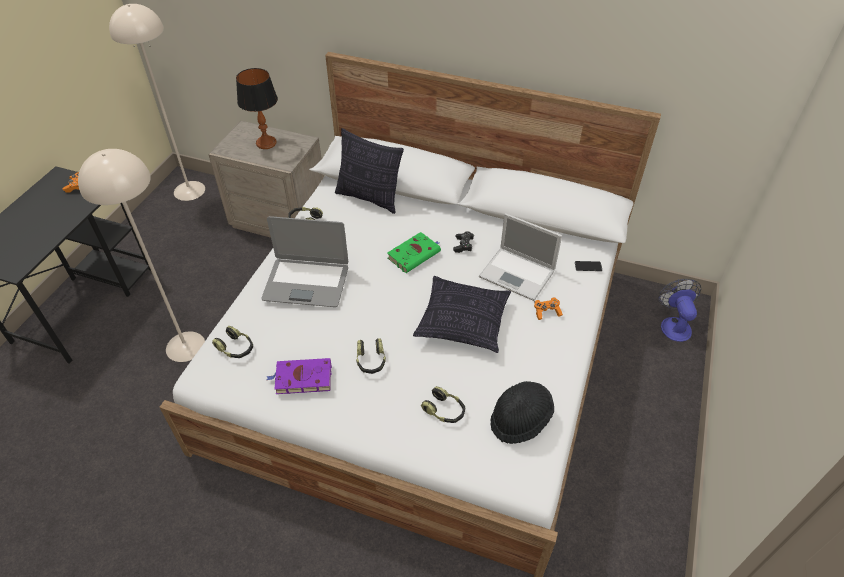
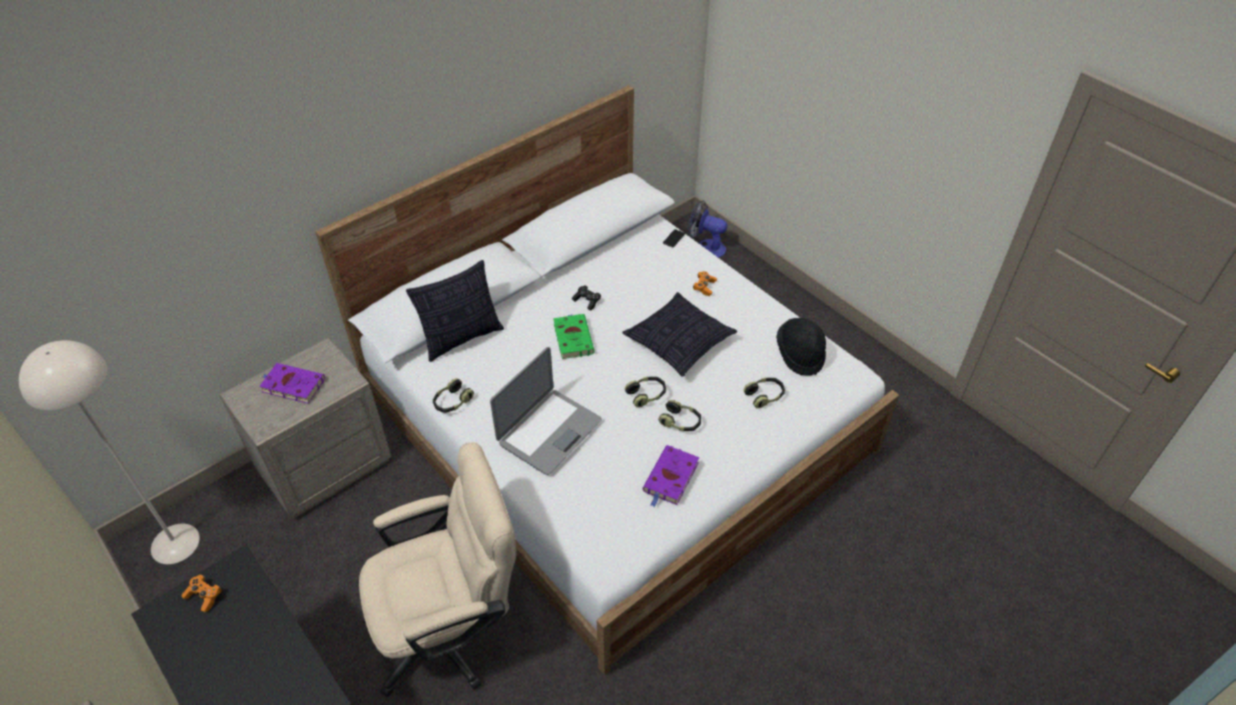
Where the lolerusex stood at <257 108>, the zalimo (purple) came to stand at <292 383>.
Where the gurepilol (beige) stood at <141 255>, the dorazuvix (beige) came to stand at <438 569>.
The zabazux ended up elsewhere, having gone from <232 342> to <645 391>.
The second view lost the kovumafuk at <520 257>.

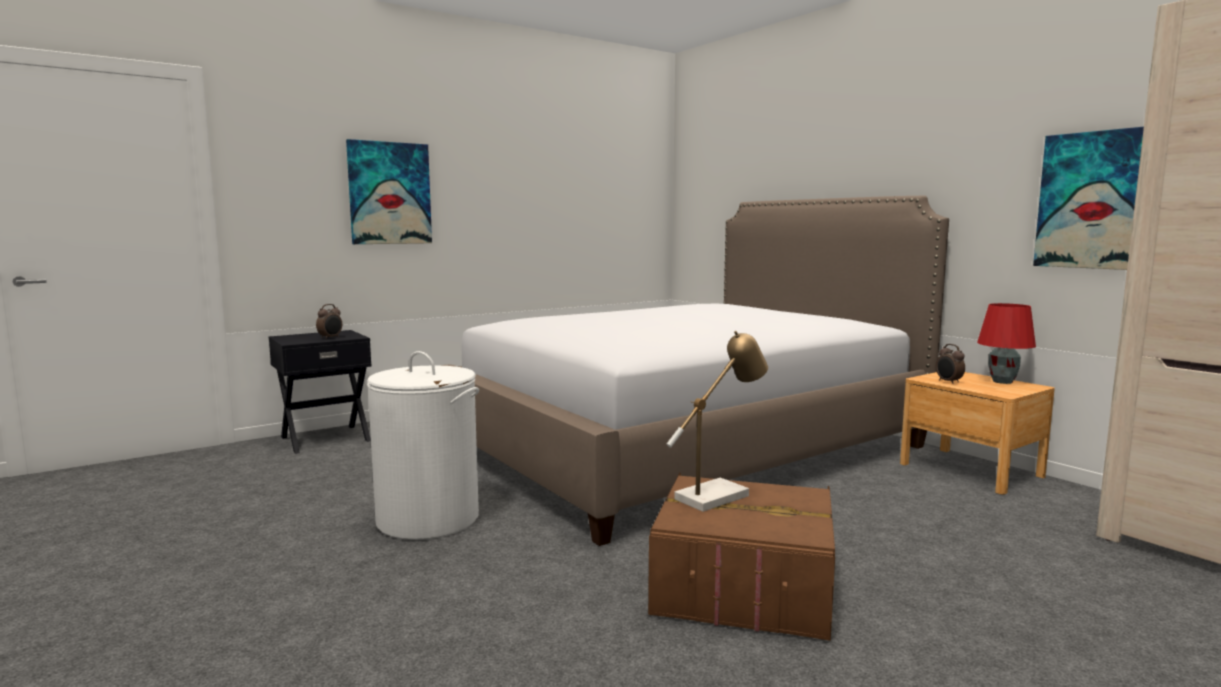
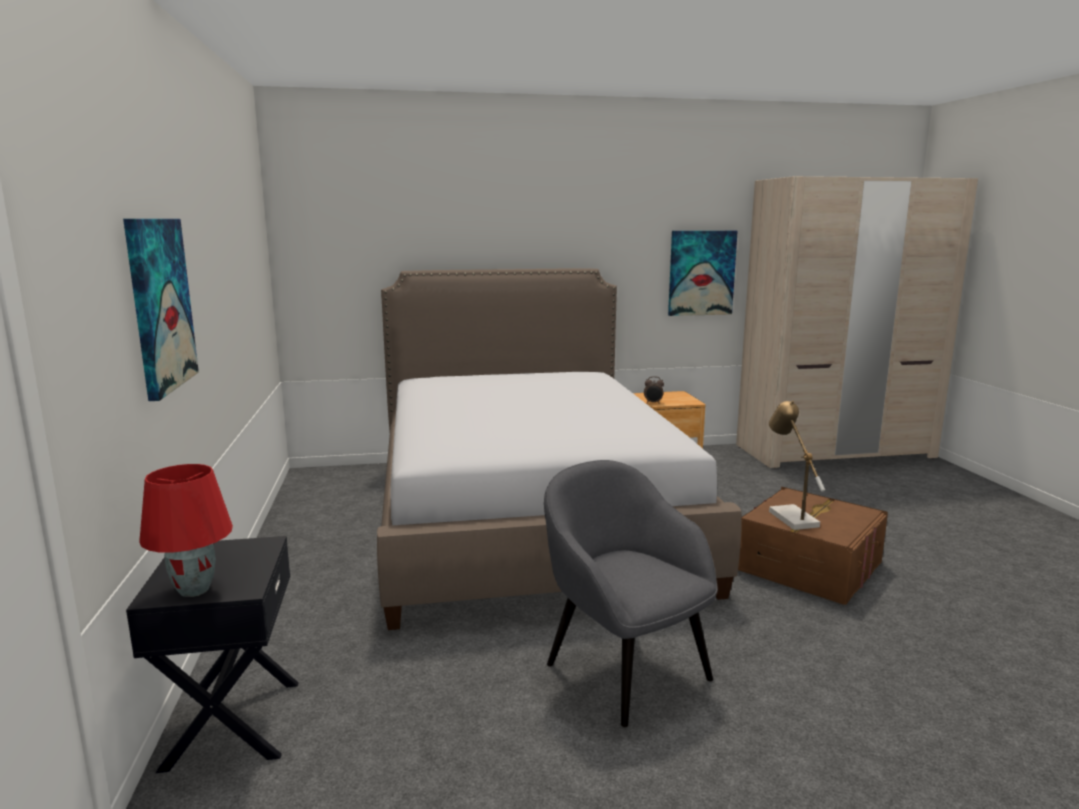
The lolerusex (red) ended up elsewhere, having gone from <1006 343> to <186 530>.
Where the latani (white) stood at <423 445>, the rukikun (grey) came to stand at <631 593>.
The second view lost the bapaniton at <329 321>.

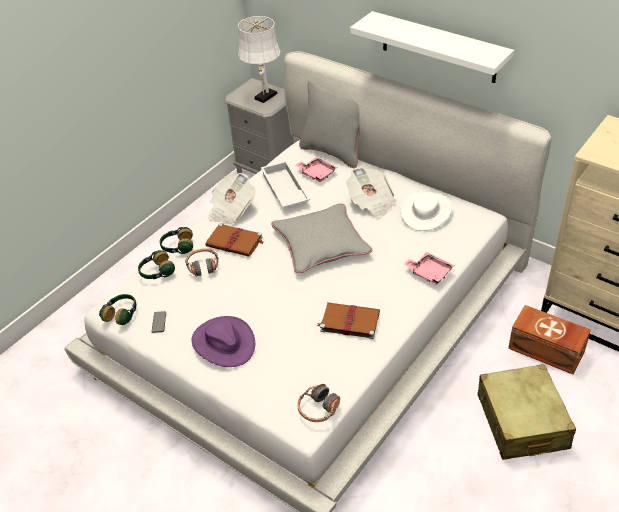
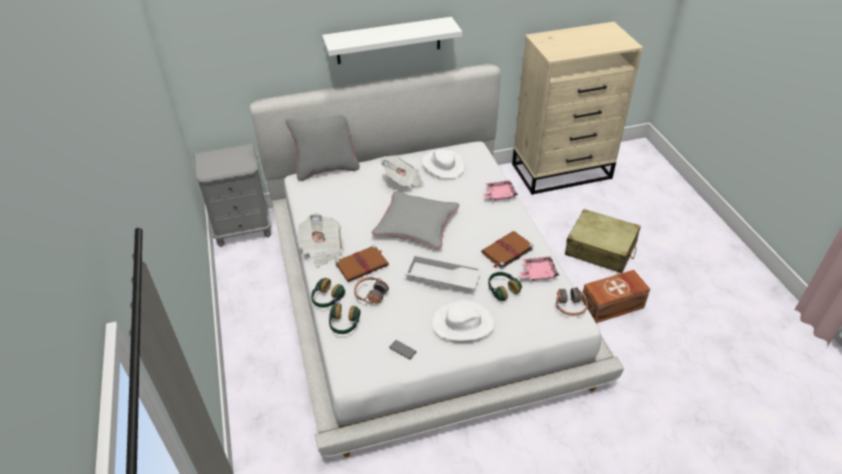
The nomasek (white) ended up elsewhere, having gone from <285 184> to <442 272>.
What was the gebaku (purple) at <223 341> turned into the gebaku (white) at <463 320>.
The zabazux ended up elsewhere, having gone from <117 309> to <505 286>.
The nomasek (pink) ended up elsewhere, having gone from <316 169> to <539 268>.
The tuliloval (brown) ended up elsewhere, having gone from <549 340> to <615 296>.
The second view lost the lolerusex (white) at <259 59>.

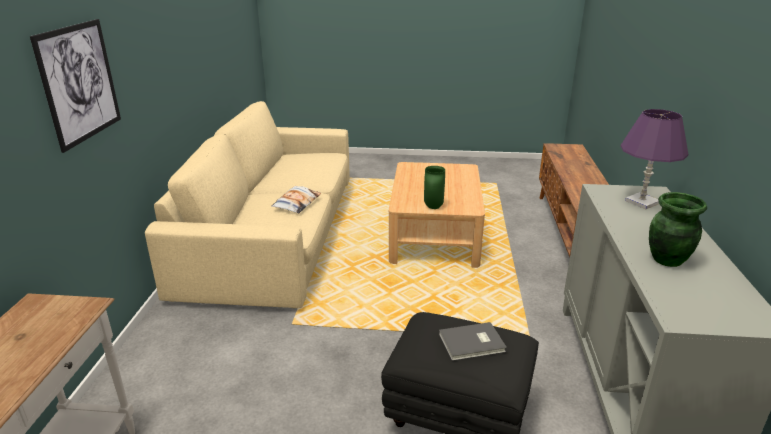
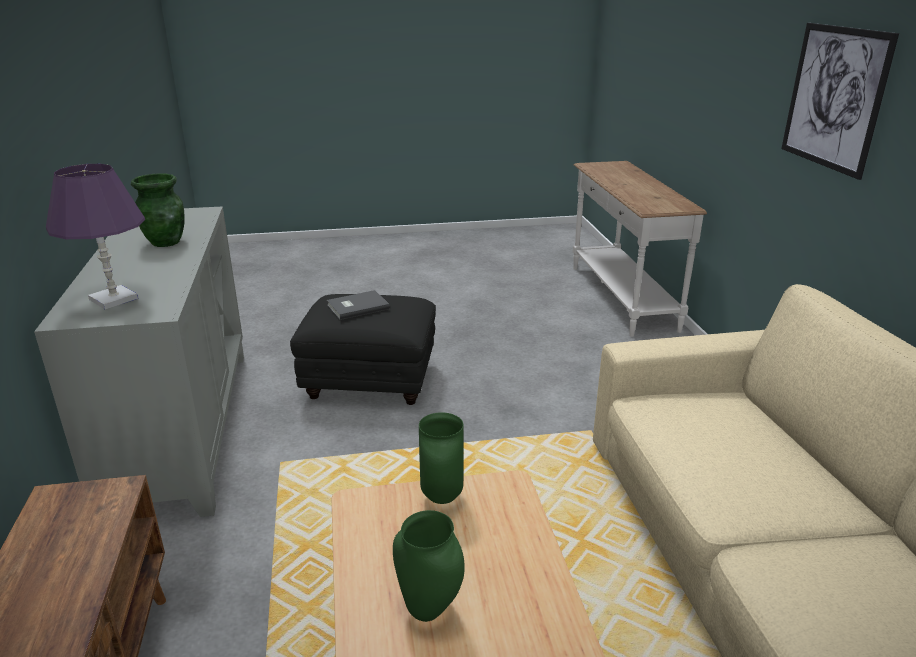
The second view gained the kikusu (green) at <429 566>.
The second view lost the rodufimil at <296 199>.

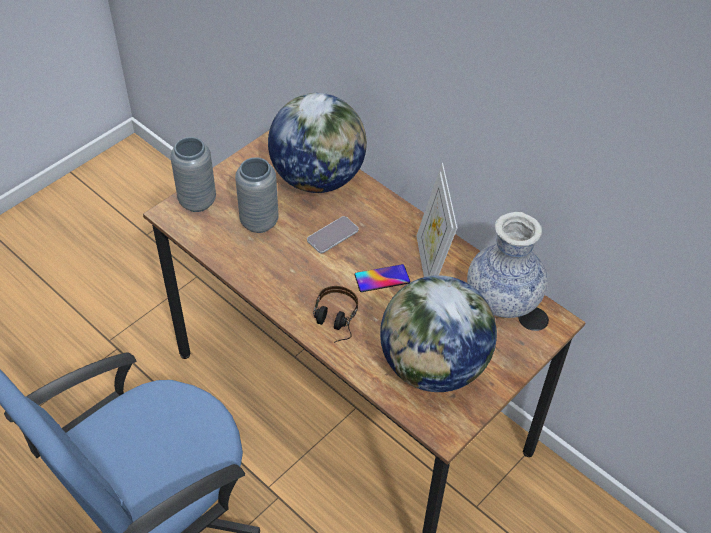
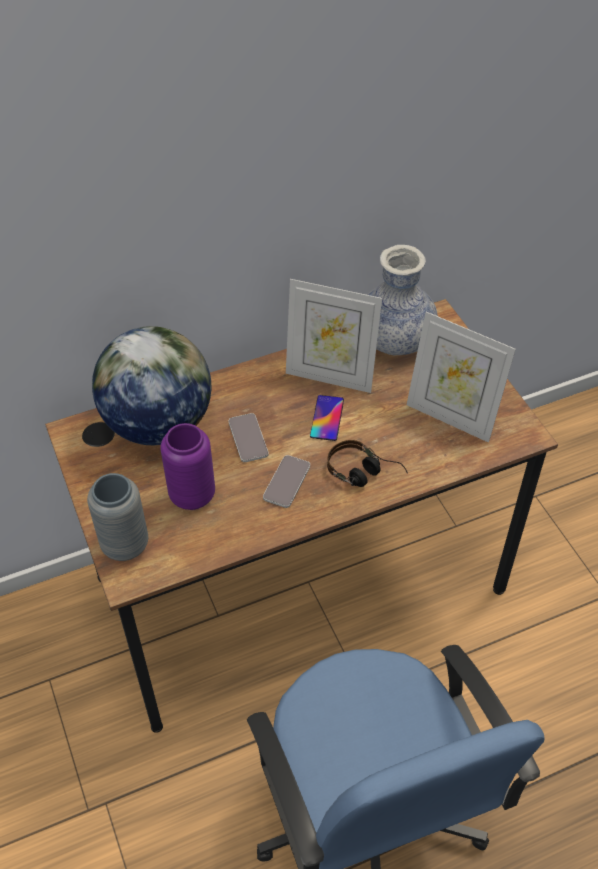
What was the kikusu (grey) at <257 195> turned into the kikusu (purple) at <187 466>.
The second view gained the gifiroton at <286 481>.
Where the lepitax stood at <438 333>, the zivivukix came to stand at <461 377>.

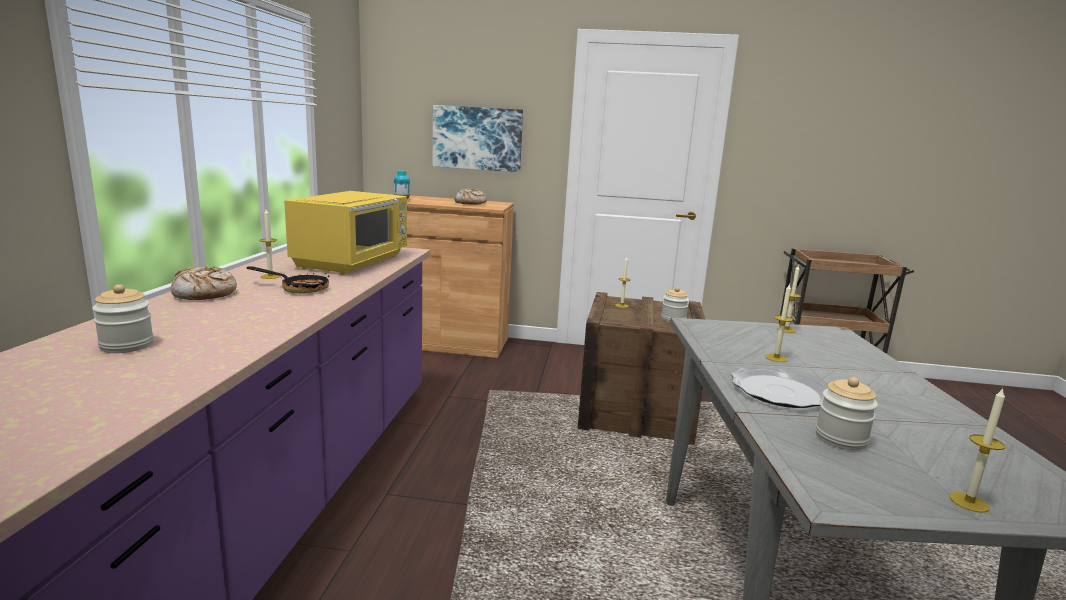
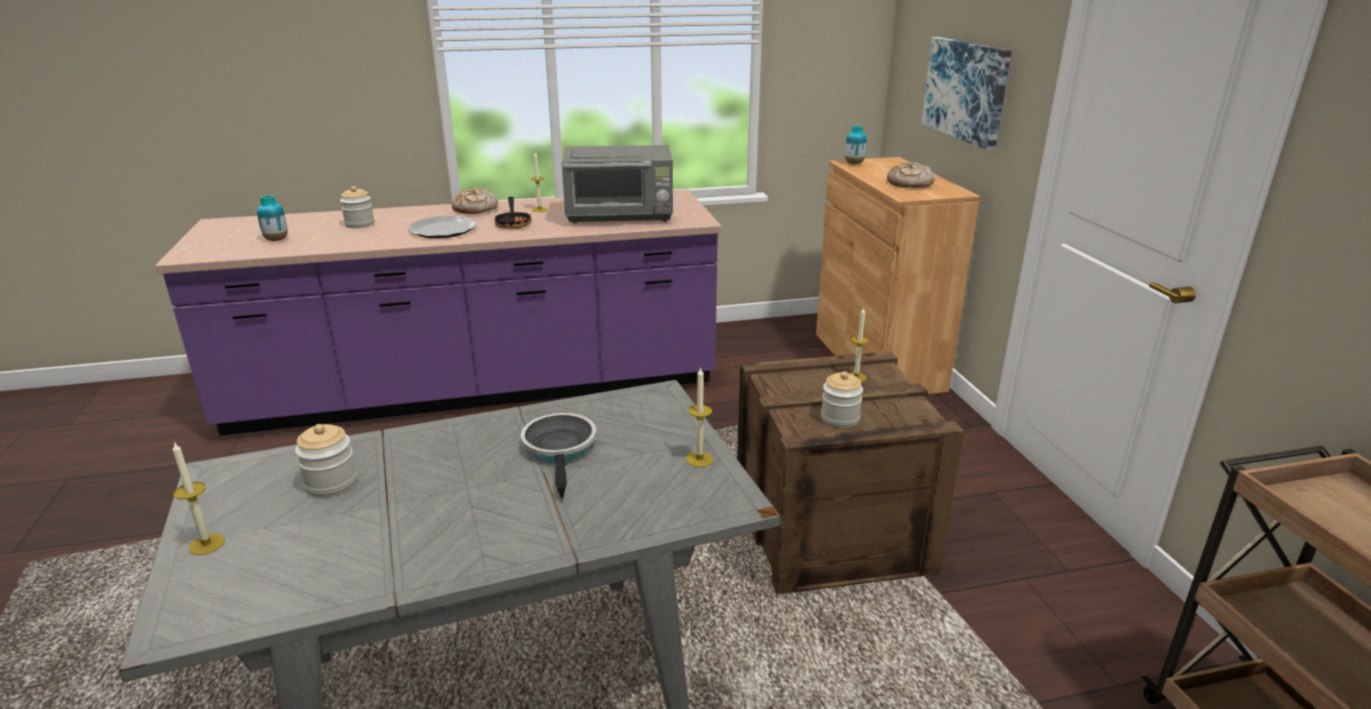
The second view gained the kikusu at <272 218>.
The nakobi ended up elsewhere, having gone from <779 387> to <442 227>.
Where the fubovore stood at <779 322>, the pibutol came to stand at <558 455>.
What was the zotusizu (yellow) at <345 233> turned into the zotusizu (grey) at <617 184>.

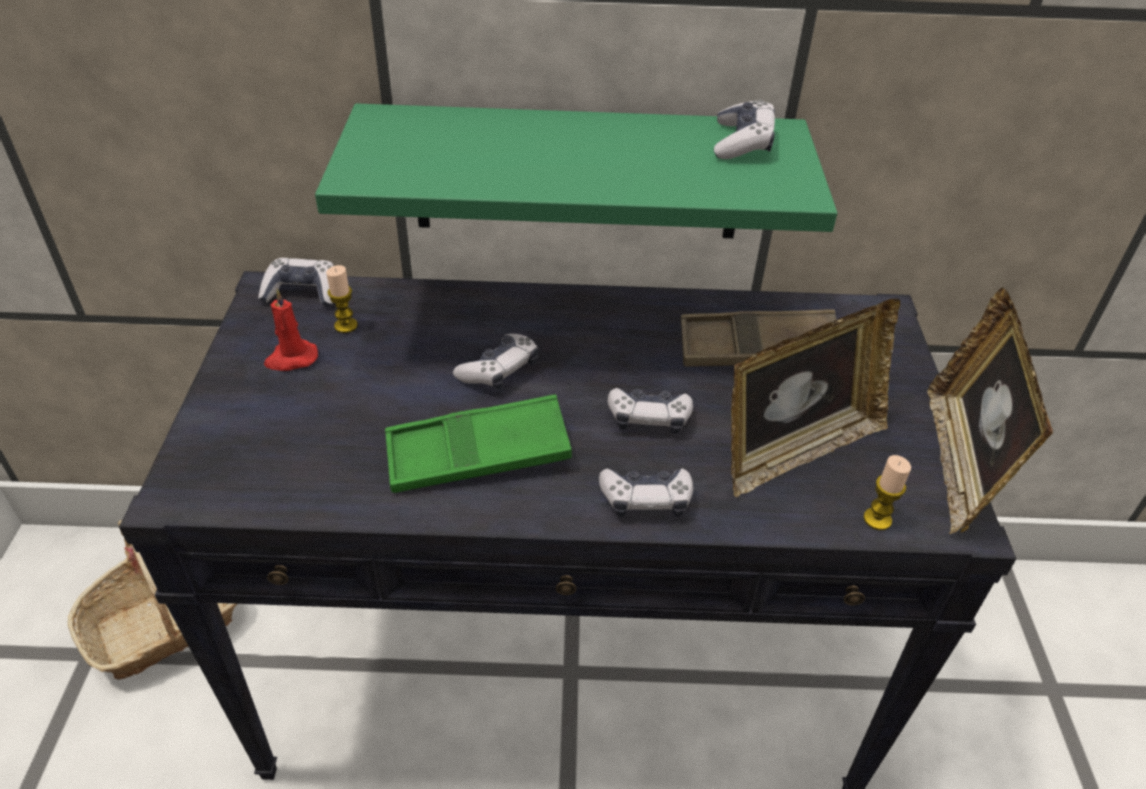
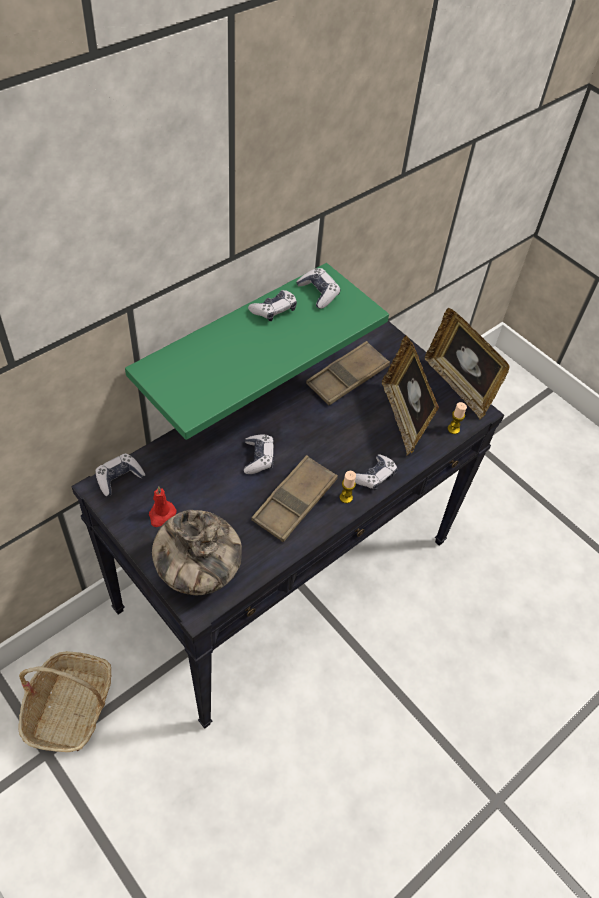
The second view gained the kikusu at <197 552>.
The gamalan ended up elsewhere, having gone from <650 411> to <272 305>.
What was the nomasek (green) at <478 444> turned into the nomasek (brown) at <294 498>.
The fubovore ended up elsewhere, having gone from <342 299> to <347 487>.
The zivivukix at <815 397> ended up facing another way, 150 degrees clockwise from before.

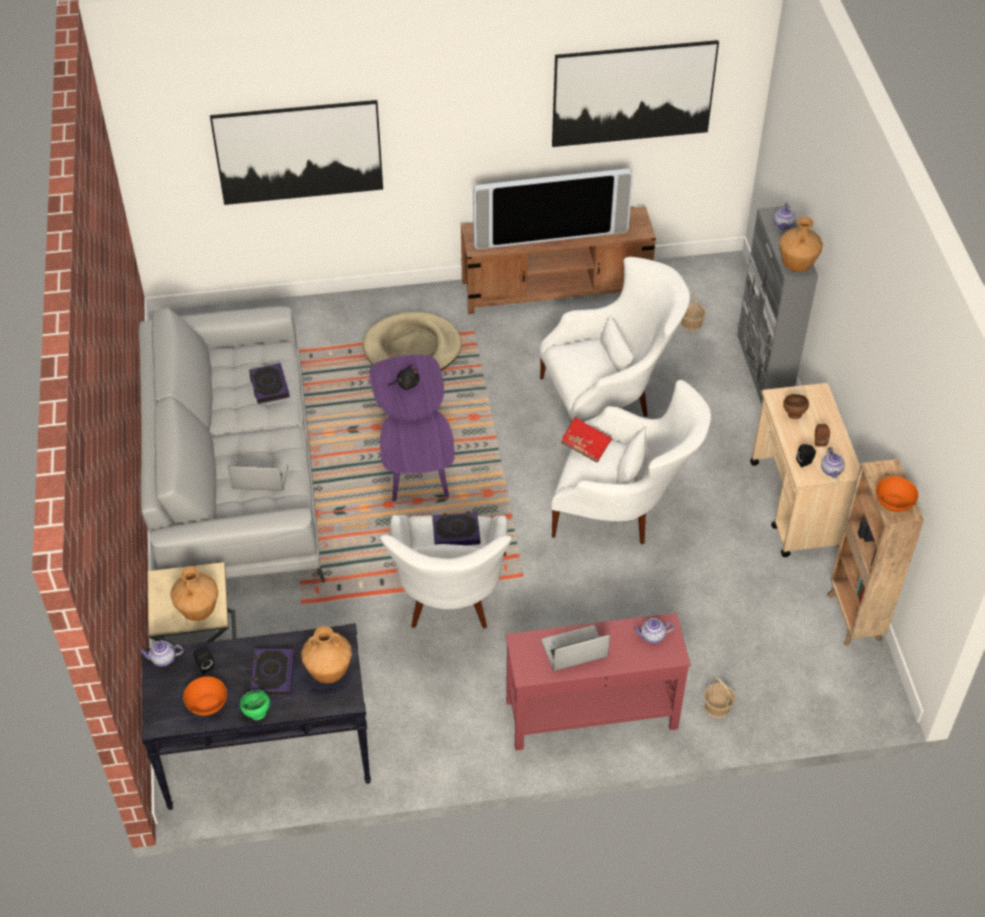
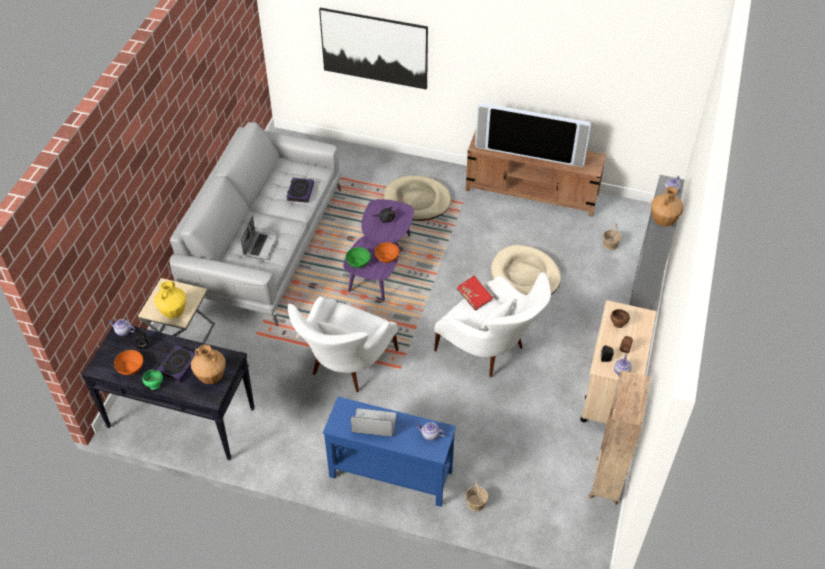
What was the kikusu (brown) at <194 593> turned into the kikusu (yellow) at <170 300>.
The kovumafuk at <258 476> ended up facing another way, 75 degrees clockwise from before.
What was the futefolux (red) at <598 682> turned into the futefolux (blue) at <389 452>.
The second view gained the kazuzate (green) at <358 257>.
The kazuzate (orange) ended up elsewhere, having gone from <897 494> to <387 252>.
Where the rukikun (white) stood at <614 339>, the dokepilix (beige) came to stand at <526 270>.
The second view lost the zalimo at <456 528>.
The second view lost the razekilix at <635 93>.

